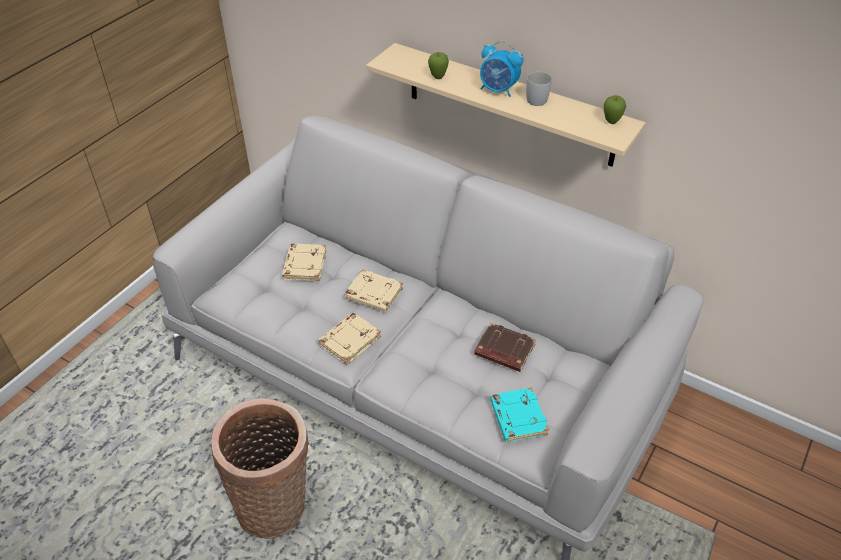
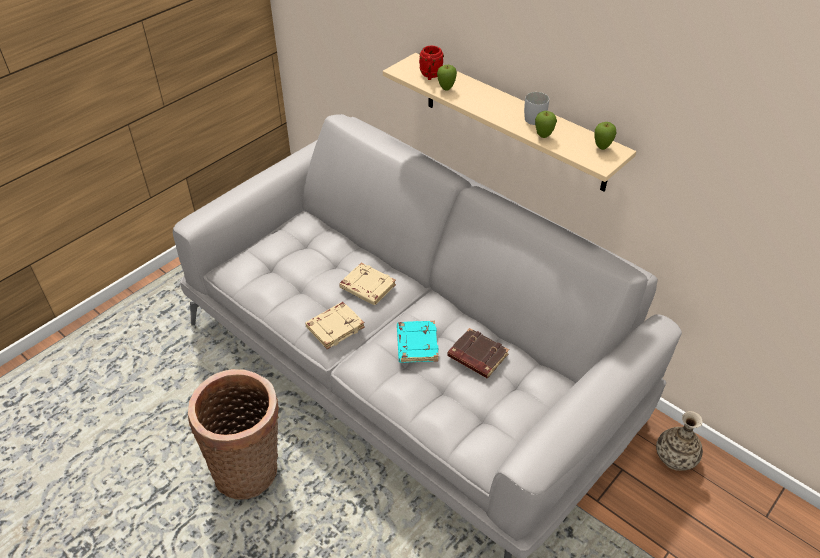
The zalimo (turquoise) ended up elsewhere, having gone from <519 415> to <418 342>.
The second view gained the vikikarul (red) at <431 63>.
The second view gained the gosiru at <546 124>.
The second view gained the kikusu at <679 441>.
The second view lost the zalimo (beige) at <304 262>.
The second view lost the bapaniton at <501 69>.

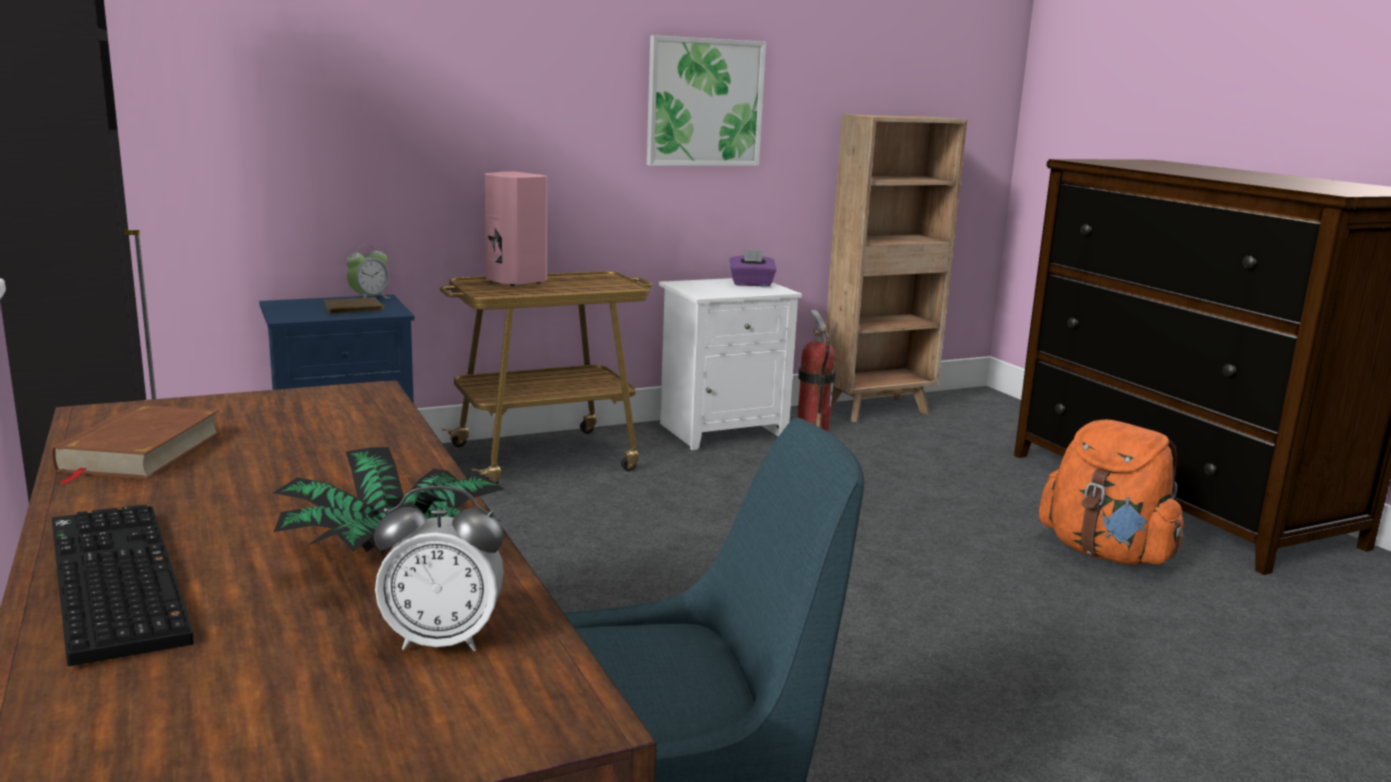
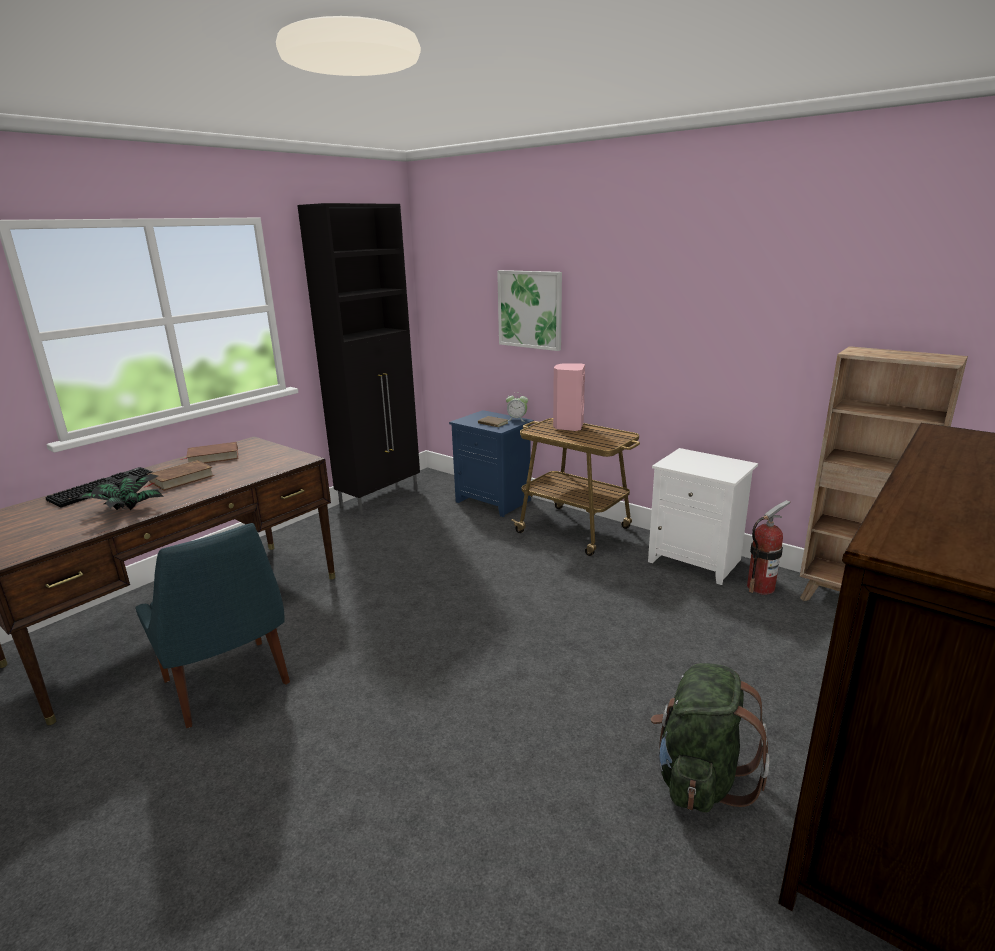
The second view gained the zalimo (brown) at <178 475>.
The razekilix ended up elsewhere, having gone from <706 100> to <529 310>.
What was the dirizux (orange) at <1111 492> turned into the dirizux (green) at <710 738>.
The second view lost the bapaniton at <439 568>.
The second view lost the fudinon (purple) at <752 268>.

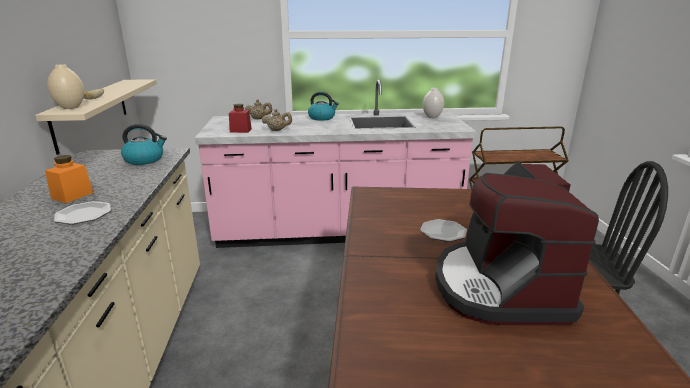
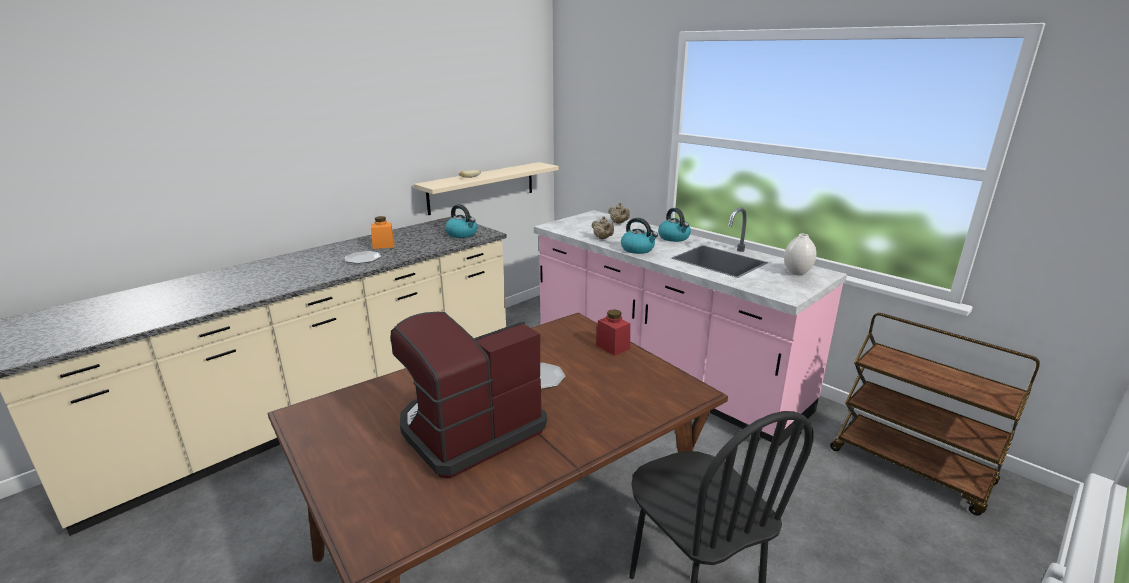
The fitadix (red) ended up elsewhere, having gone from <240 118> to <613 332>.
The second view gained the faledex at <639 236>.
The second view lost the kikusu (beige) at <65 86>.

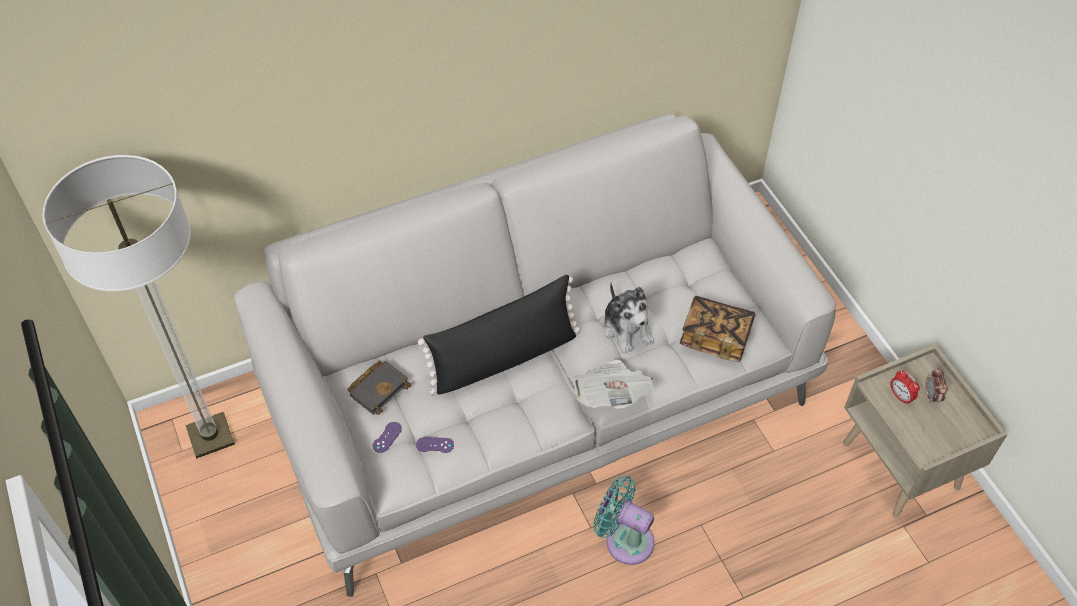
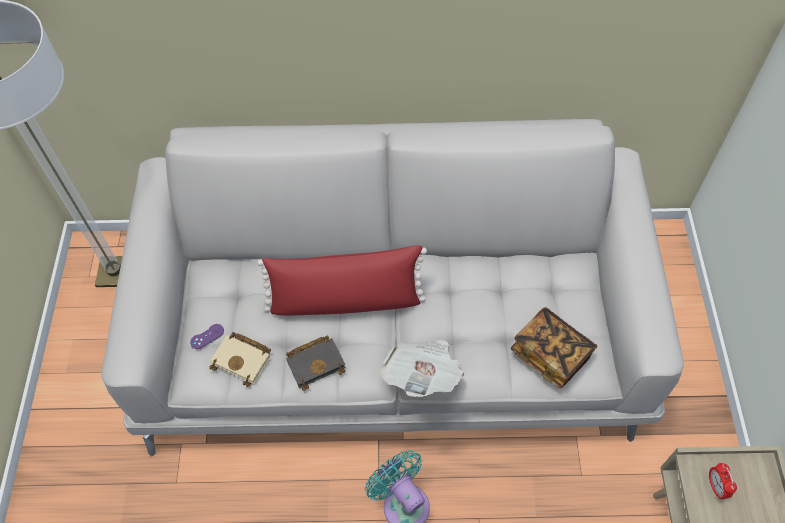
Where the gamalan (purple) stood at <435 445>, the zalimo (beige) came to stand at <240 359>.
What was the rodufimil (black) at <499 335> turned into the rodufimil (red) at <342 280>.
The zalimo (black) ended up elsewhere, having gone from <379 387> to <315 363>.
The second view lost the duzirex at <628 318>.
The second view lost the bapaniton at <936 386>.

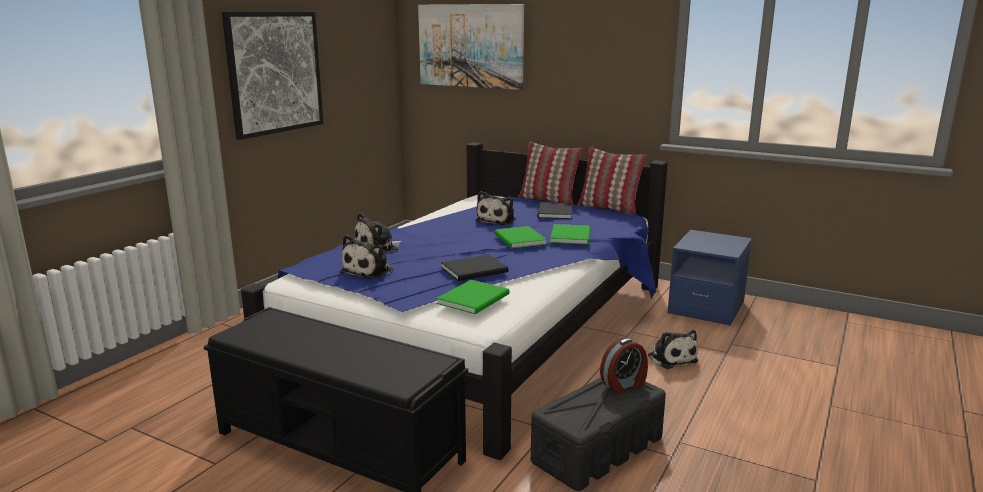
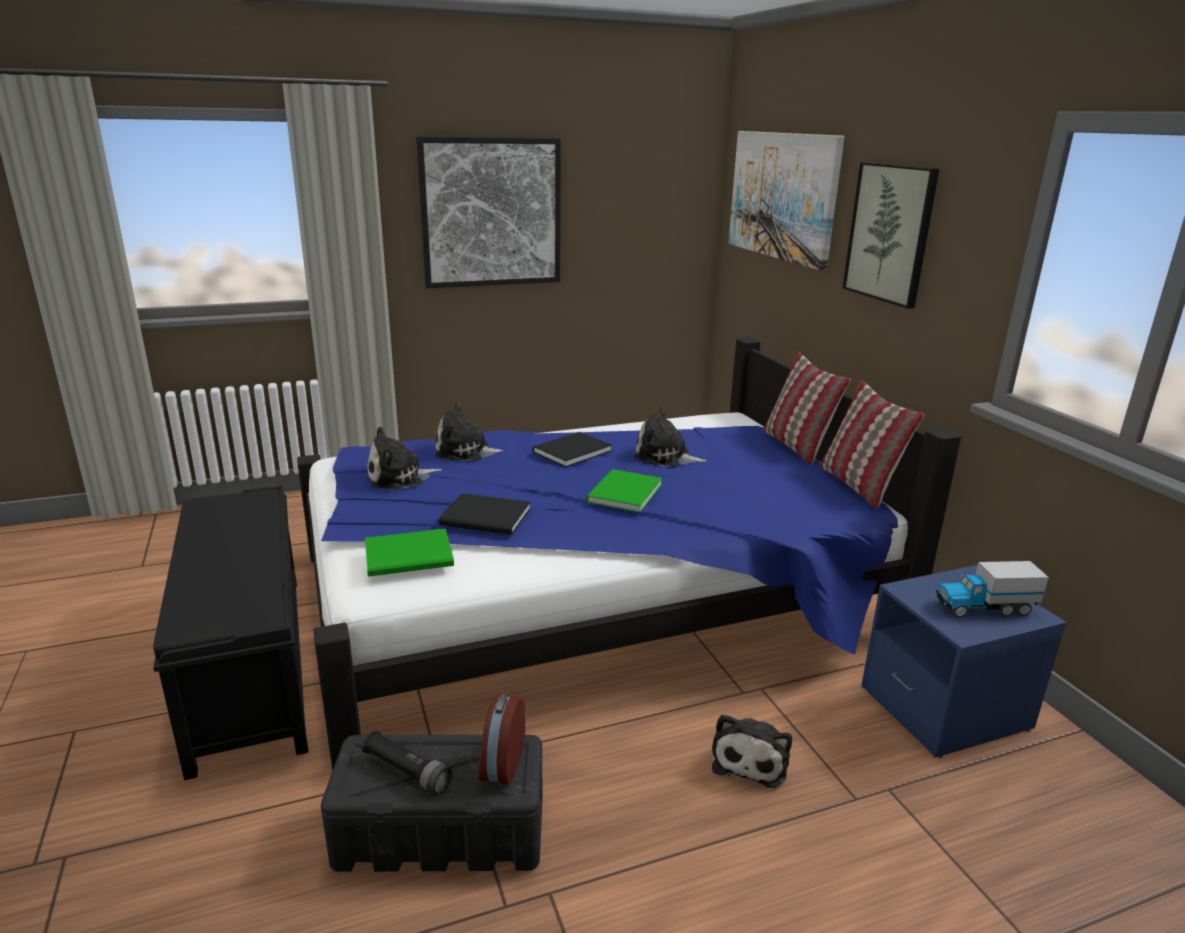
The second view gained the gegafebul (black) at <407 763>.
The bapaniton at <624 366> ended up facing another way, 90 degrees clockwise from before.
The zalimo (black) ended up elsewhere, having gone from <554 211> to <572 449>.
The duzirex at <495 208> ended up facing another way, 45 degrees clockwise from before.
The second view gained the razekilix at <891 235>.
The second view gained the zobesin at <992 589>.
The second view lost the zalimo (green) at <570 234>.

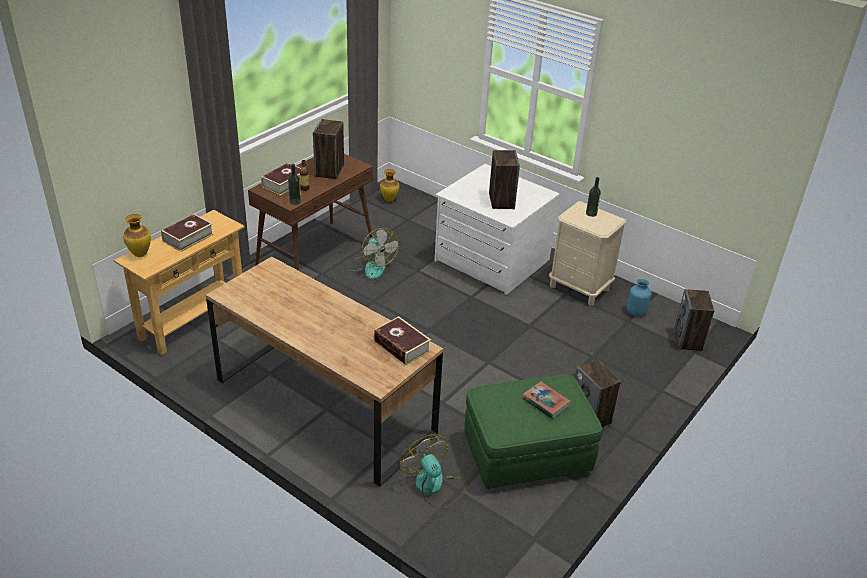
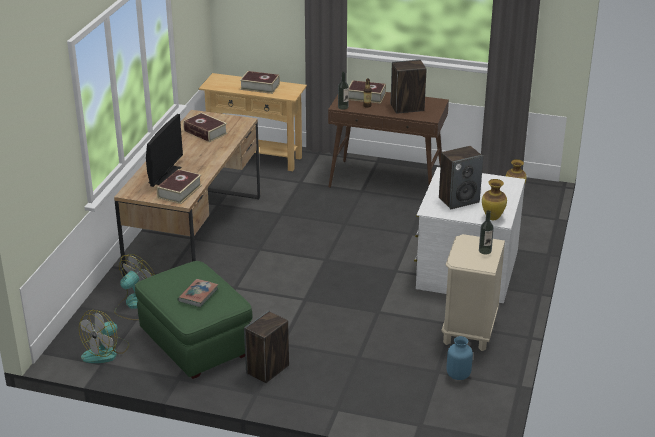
The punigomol ended up elsewhere, having gone from <373 253> to <104 336>.
The second view gained the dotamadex at <164 150>.
The second view gained the zalimo at <205 127>.
The kikusu ended up elsewhere, having gone from <137 235> to <494 199>.
The second view lost the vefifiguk at <694 320>.

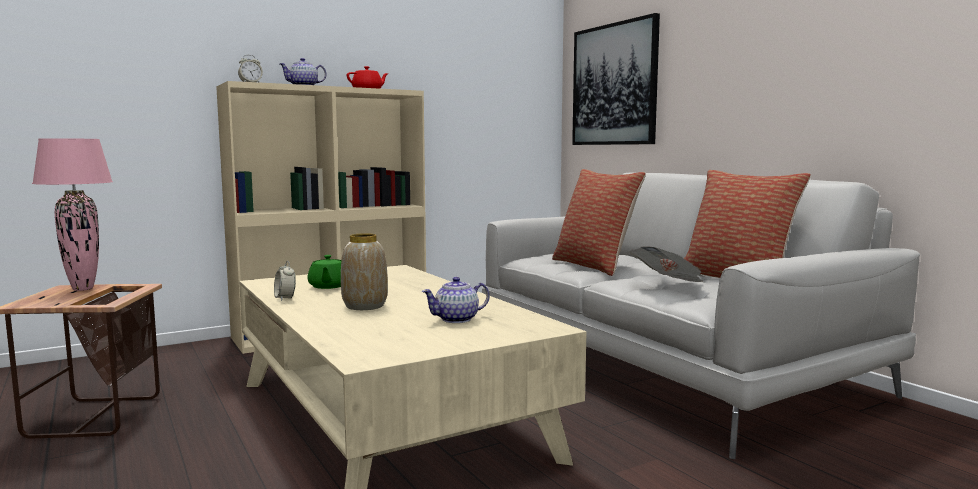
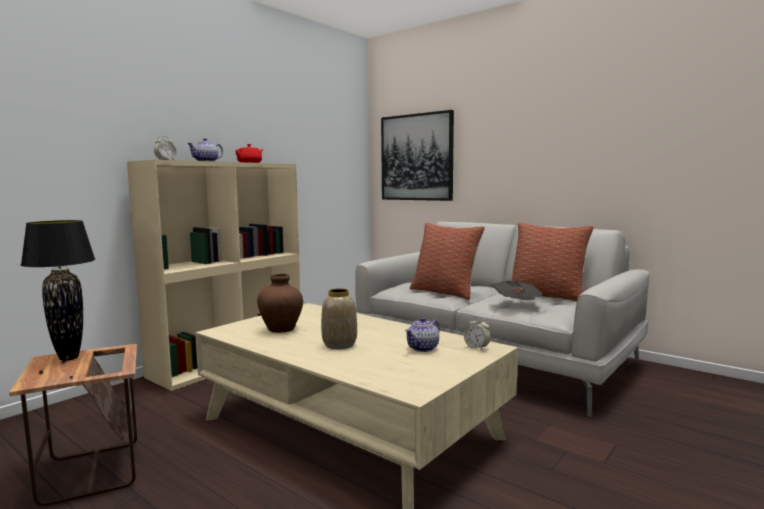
What was the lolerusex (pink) at <72 214> turned into the lolerusex (black) at <58 290>.
Where the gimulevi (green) stood at <324 272>, the kikusu (brown) came to stand at <280 303>.
The bapaniton ended up elsewhere, having gone from <285 281> to <477 333>.

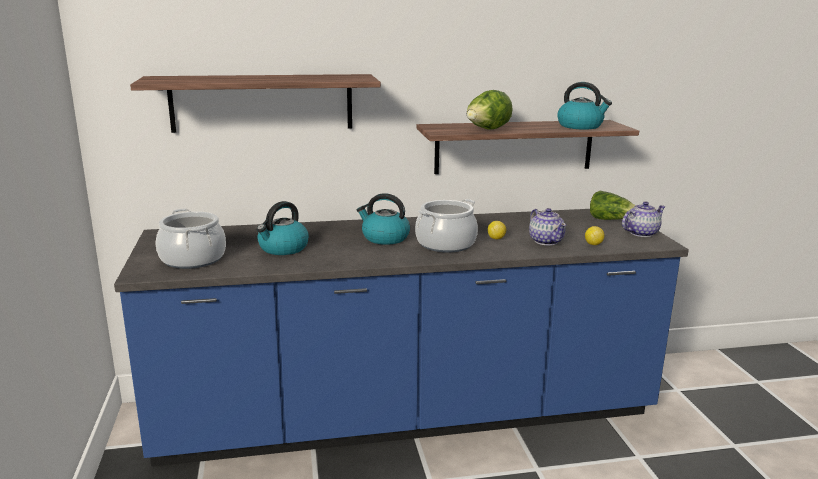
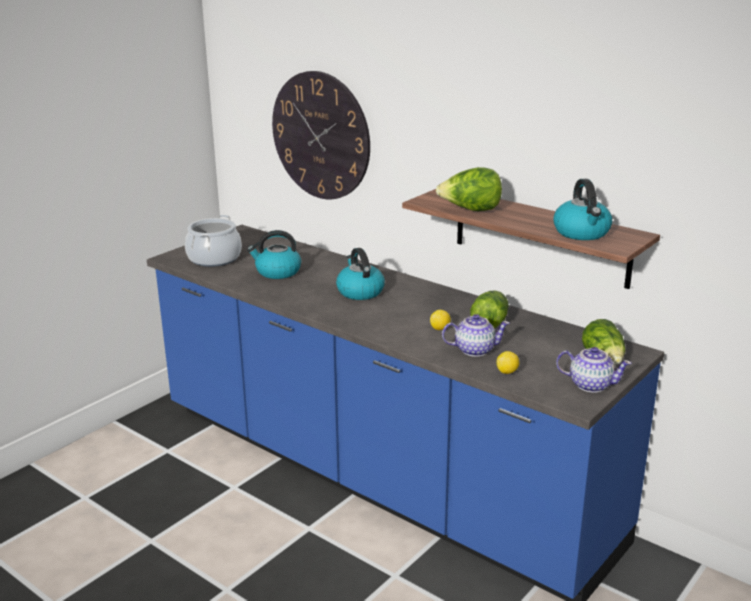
Where the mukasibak hung at <255 103>, the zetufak came to hang at <321 135>.
The gimulevi at <547 226> ended up facing another way, 120 degrees counterclockwise from before.
The second view gained the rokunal at <489 309>.
The second view lost the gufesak at <446 226>.

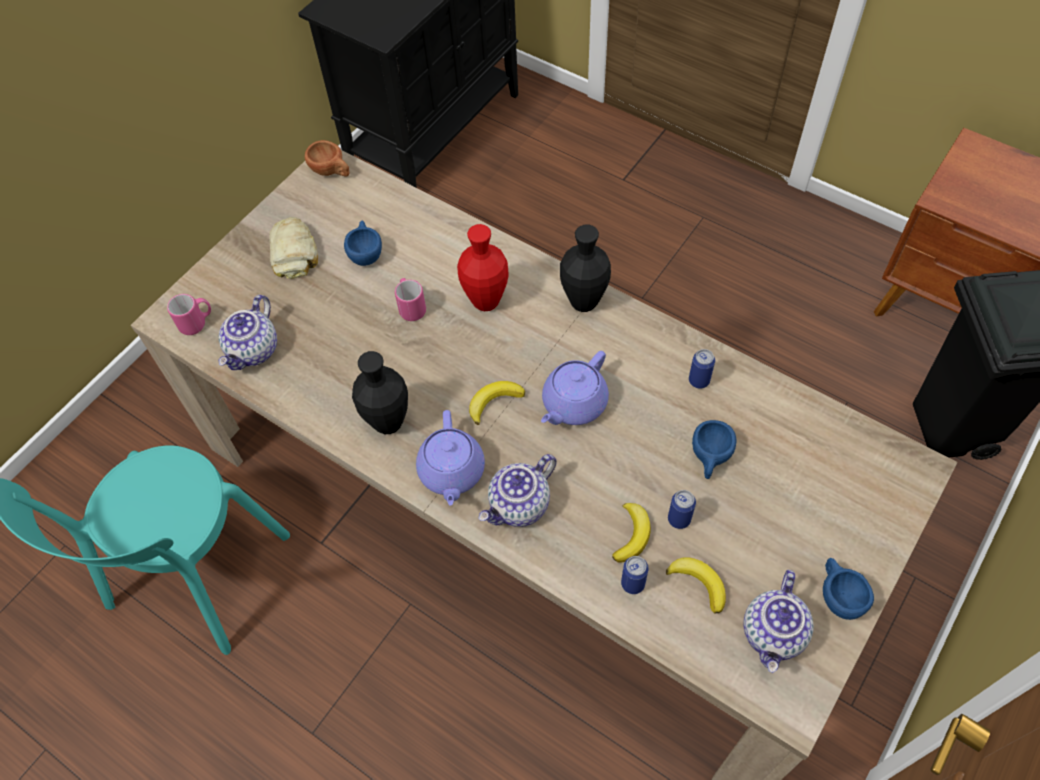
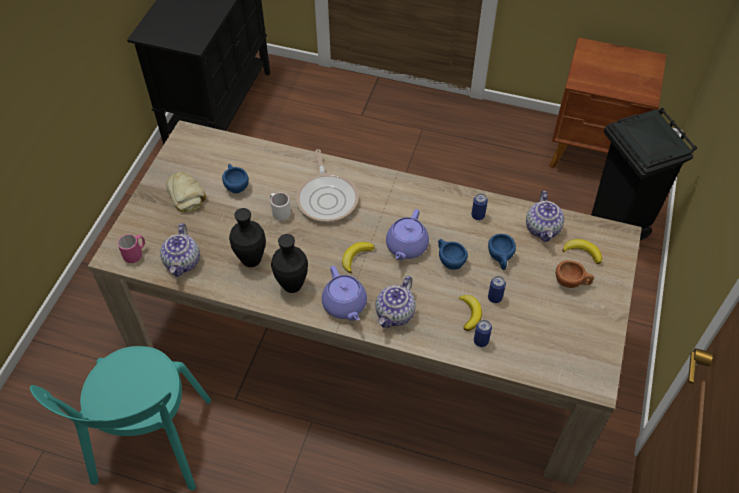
The kikusu (black) ended up elsewhere, having gone from <585 268> to <247 237>.
What was the vikikarul (pink) at <410 299> turned into the vikikarul (white) at <280 207>.
Where the kikusu (red) stood at <483 267>, the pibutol came to stand at <327 185>.
The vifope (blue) ended up elsewhere, having gone from <848 589> to <453 254>.
The gimulevi ended up elsewhere, having gone from <779 621> to <545 216>.
The vifope (brown) ended up elsewhere, having gone from <327 158> to <575 274>.
The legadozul ended up elsewhere, having gone from <696 586> to <582 251>.

